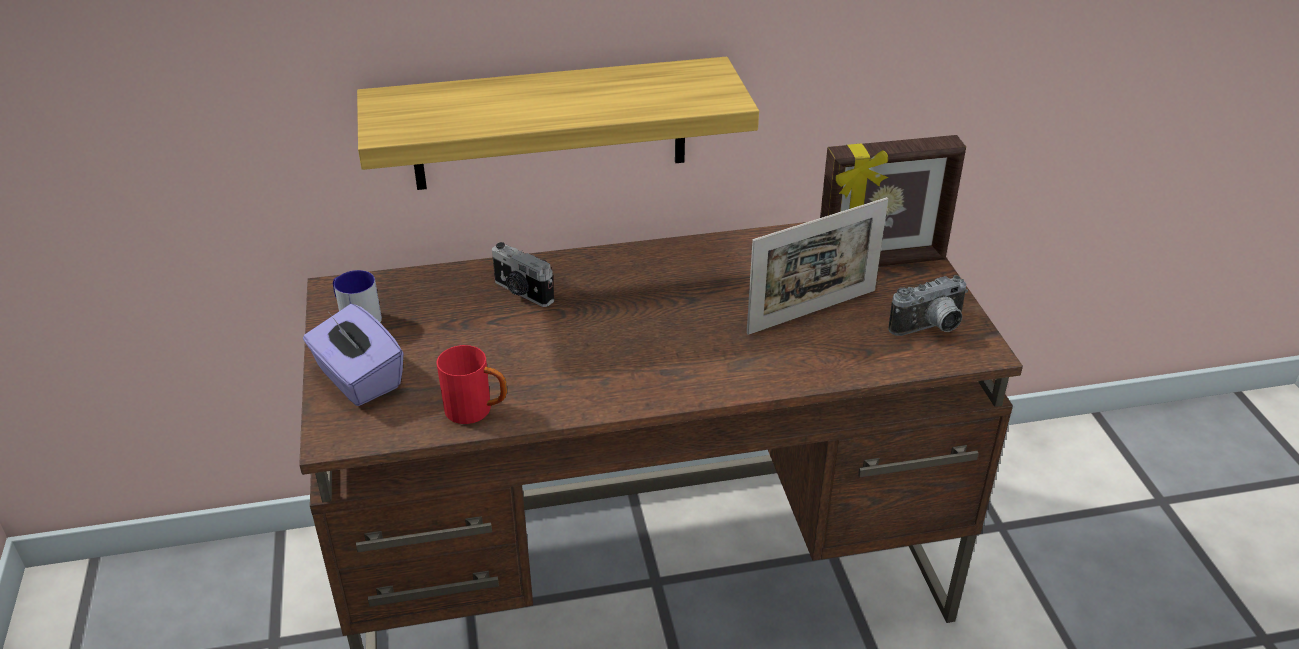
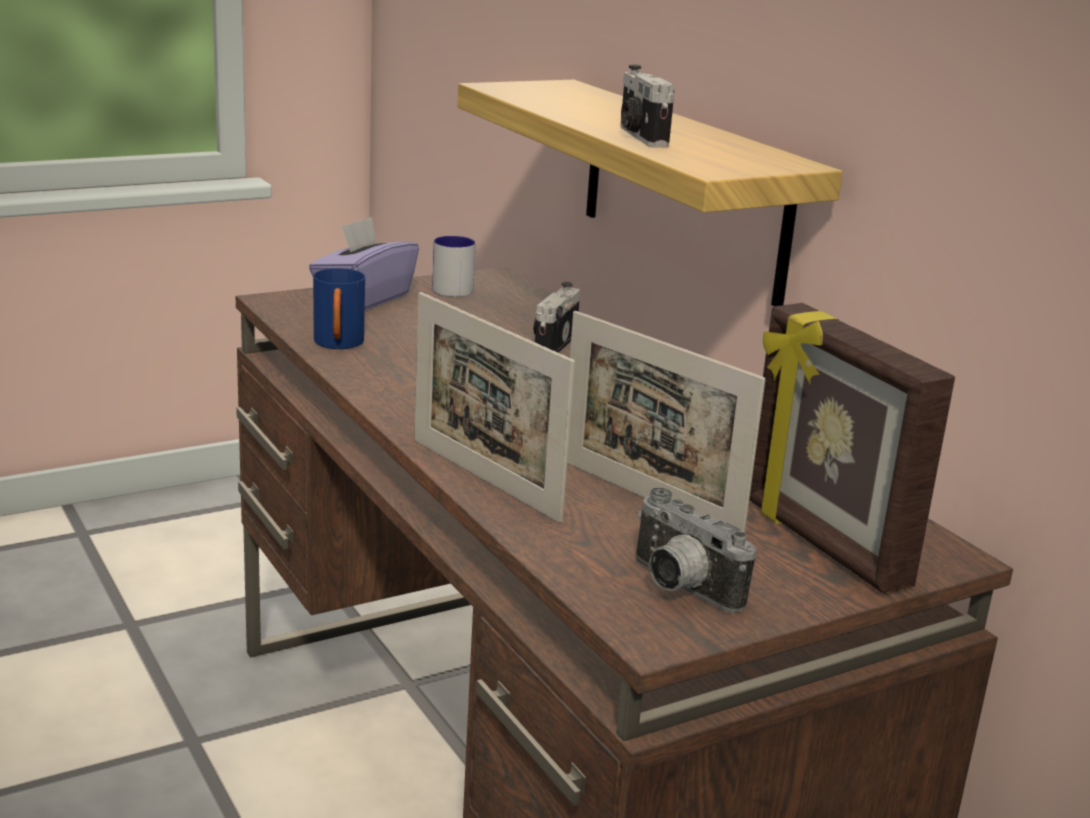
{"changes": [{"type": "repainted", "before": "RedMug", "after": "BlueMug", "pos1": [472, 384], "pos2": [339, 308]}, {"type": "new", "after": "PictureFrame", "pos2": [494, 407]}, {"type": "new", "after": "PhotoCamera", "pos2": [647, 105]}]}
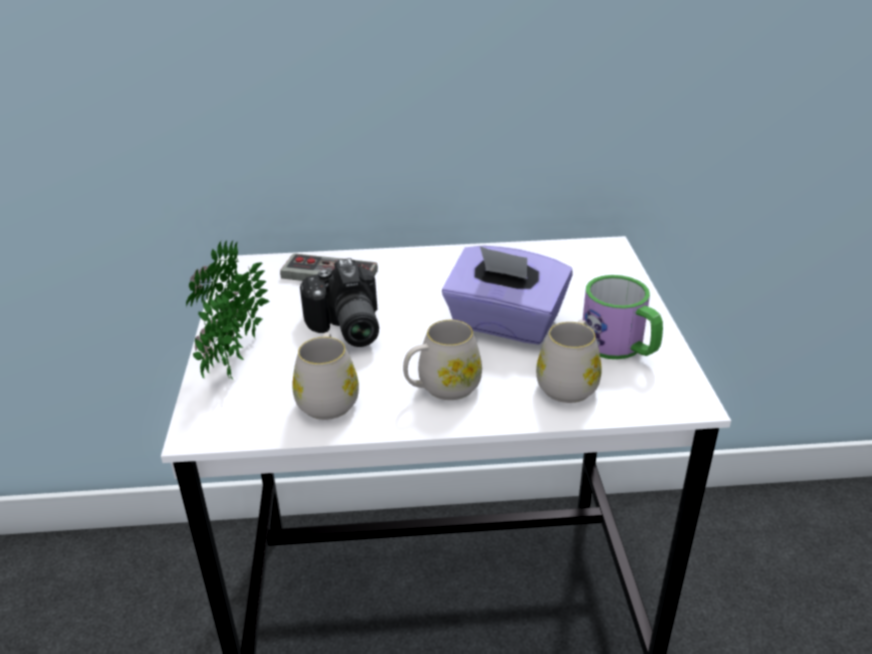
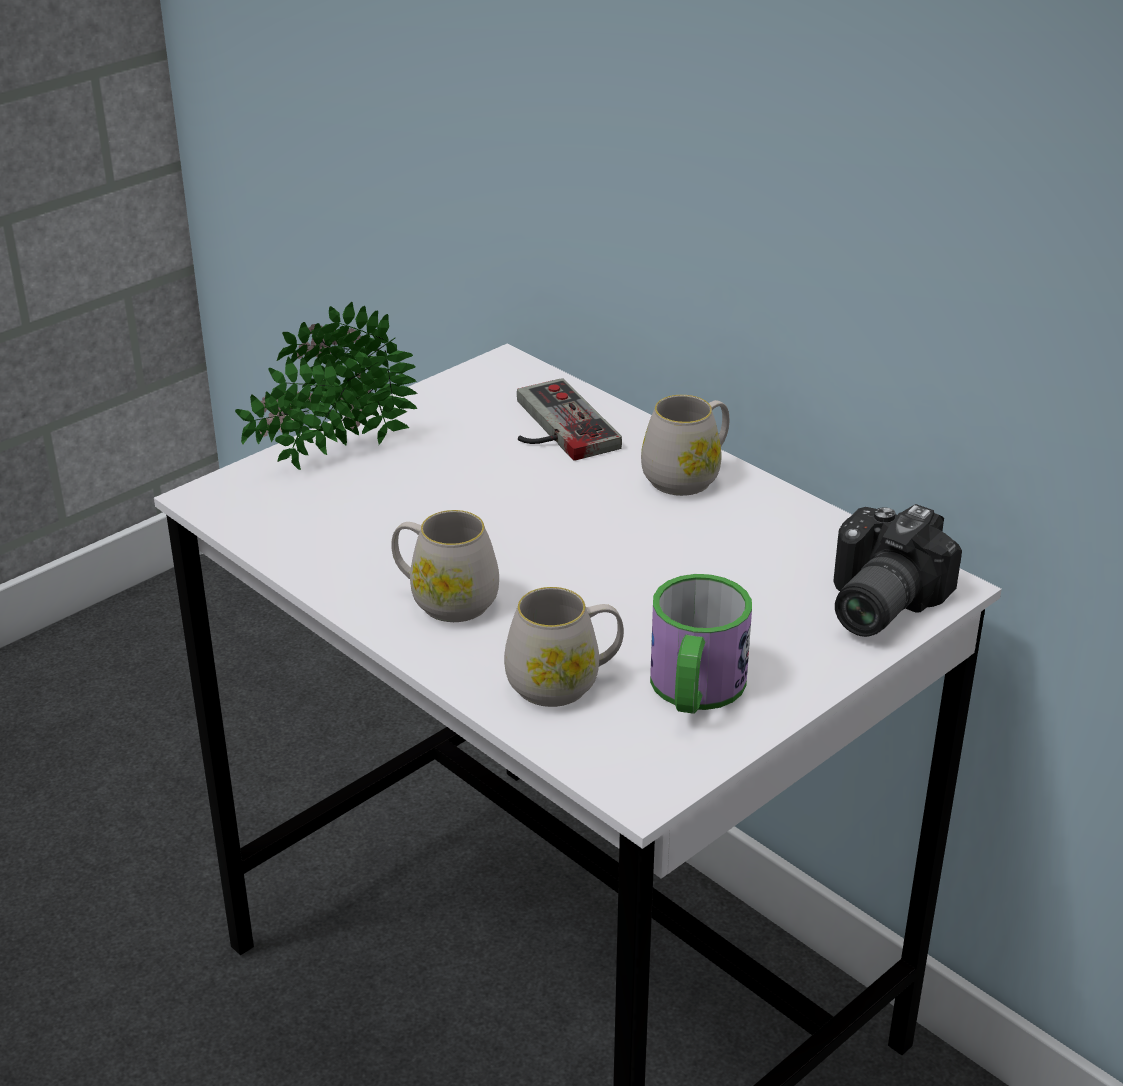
{"changes": [{"type": "shifted", "before": "WhiteMug", "pos1": [325, 376], "pos2": [685, 445]}, {"type": "shifted", "before": "PhotoCamera", "pos1": [339, 302], "pos2": [898, 570]}, {"type": "gone", "before": "PurpleTissueBox", "pos1": [507, 295]}]}
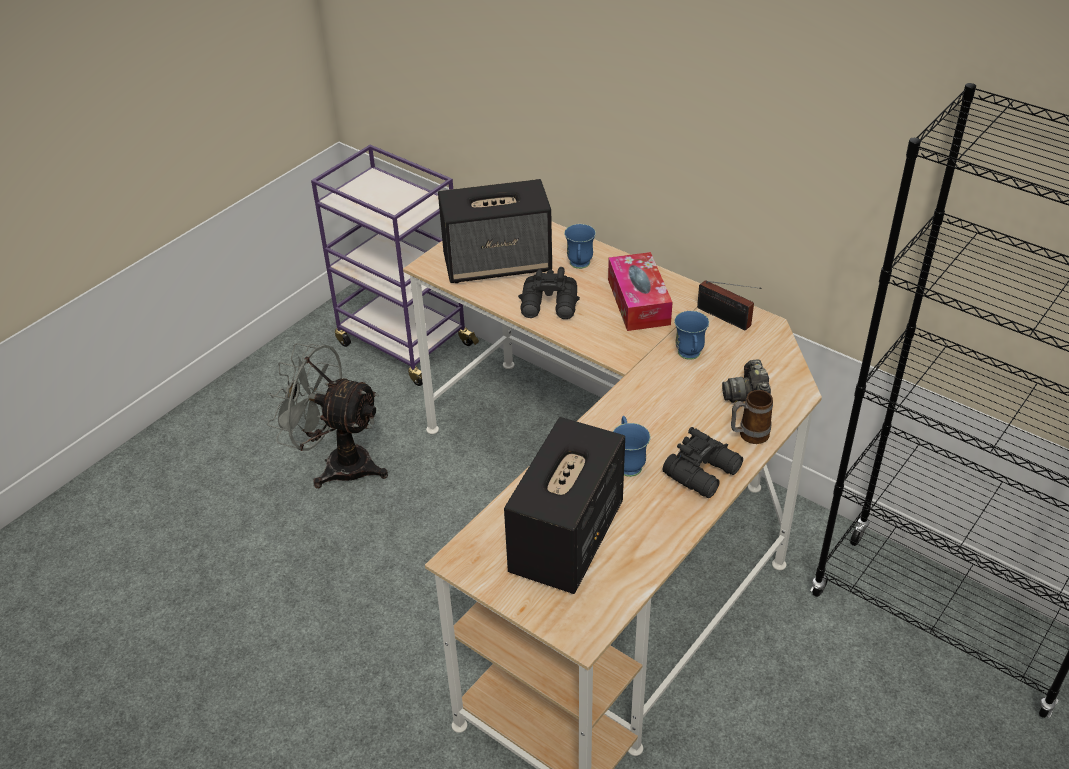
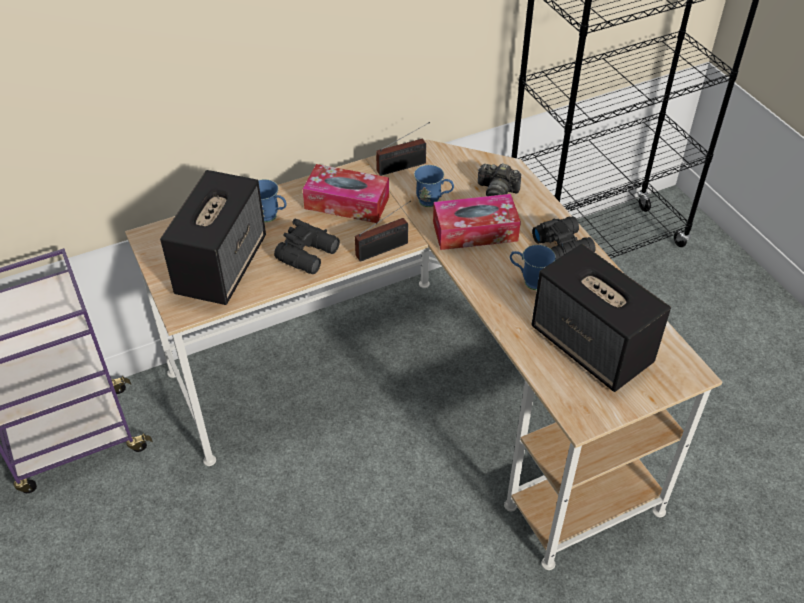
{"changes": [{"type": "new", "after": "Radio", "pos2": [383, 231]}, {"type": "new", "after": "TissueBox", "pos2": [477, 222]}, {"type": "gone", "before": "GreyFan", "pos1": [327, 415]}, {"type": "gone", "before": "Mug", "pos1": [752, 417]}]}
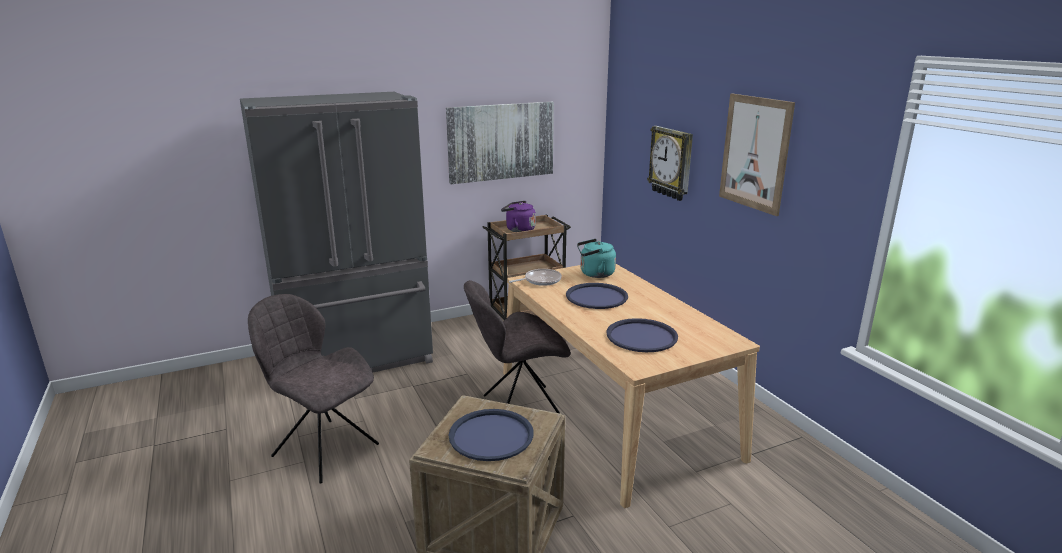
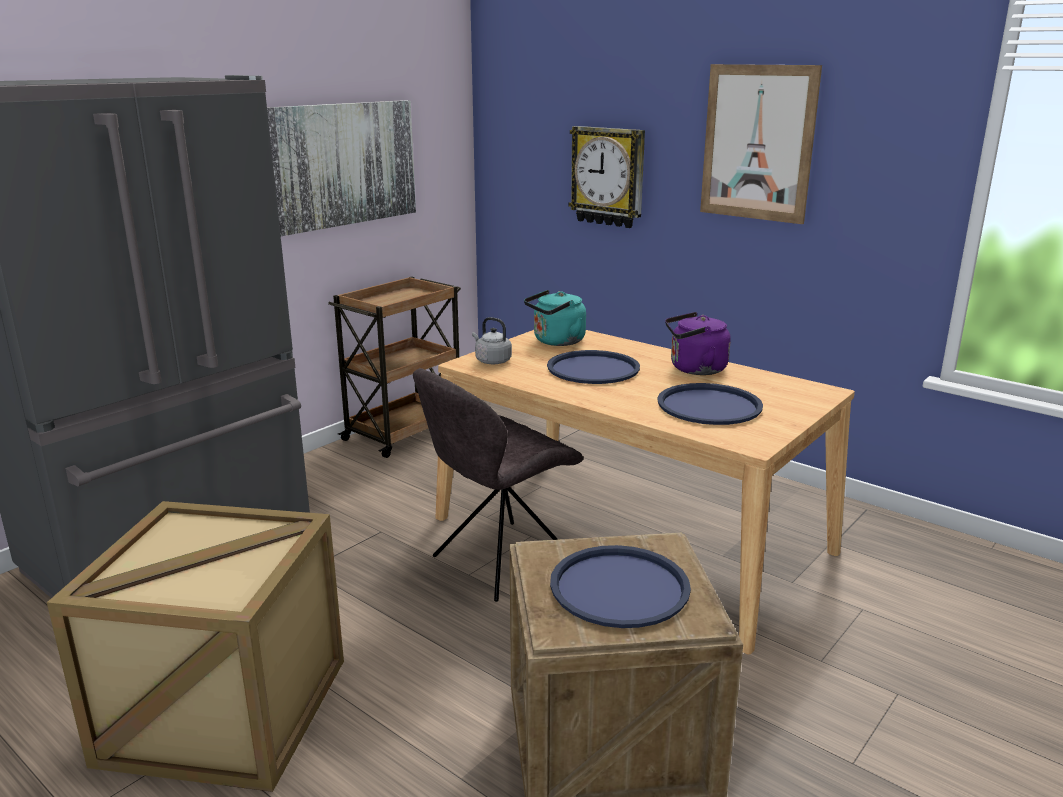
{"changes": [{"type": "swapped", "before": "GreyChair", "after": "Crate", "pos1": [313, 389], "pos2": [195, 646]}, {"type": "swapped", "before": "FryingPan", "after": "GreyKettle", "pos1": [535, 277], "pos2": [492, 340]}, {"type": "shifted", "before": "PurpleKettle", "pos1": [518, 216], "pos2": [698, 343]}]}
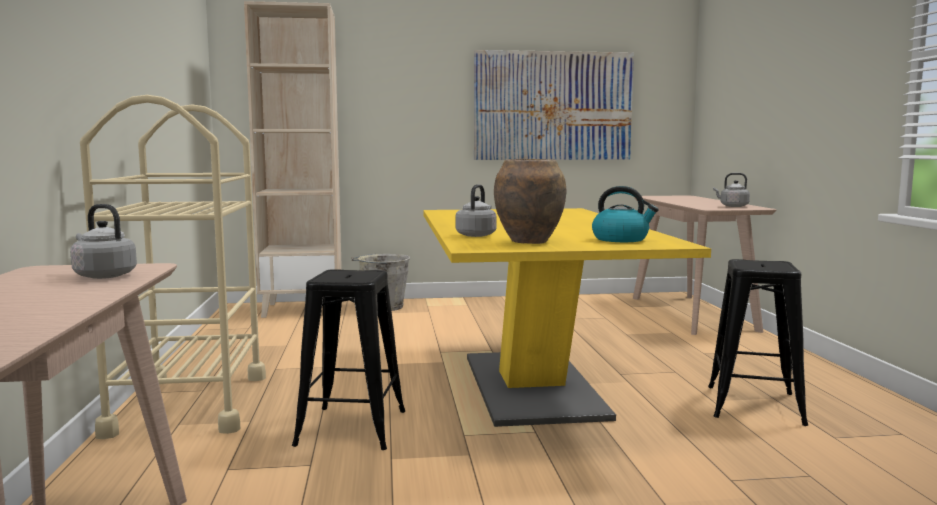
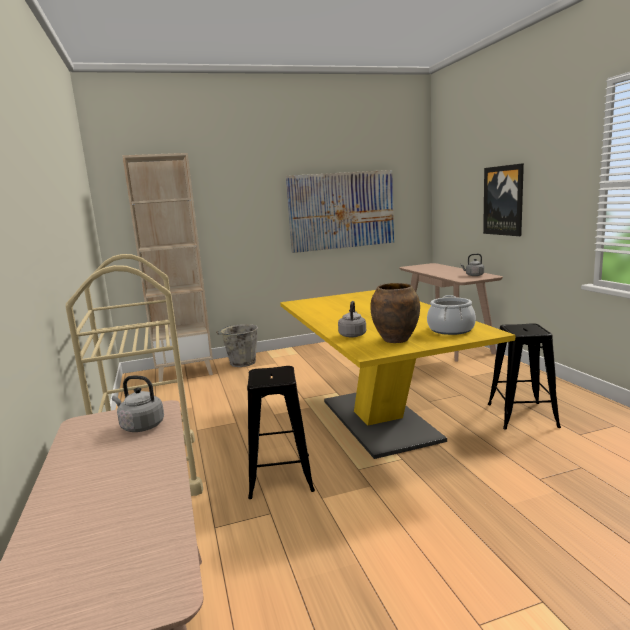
{"changes": [{"type": "swapped", "before": "Kettle", "after": "CookingPot", "pos1": [625, 214], "pos2": [451, 315]}, {"type": "new", "after": "Picture", "pos2": [503, 199]}]}
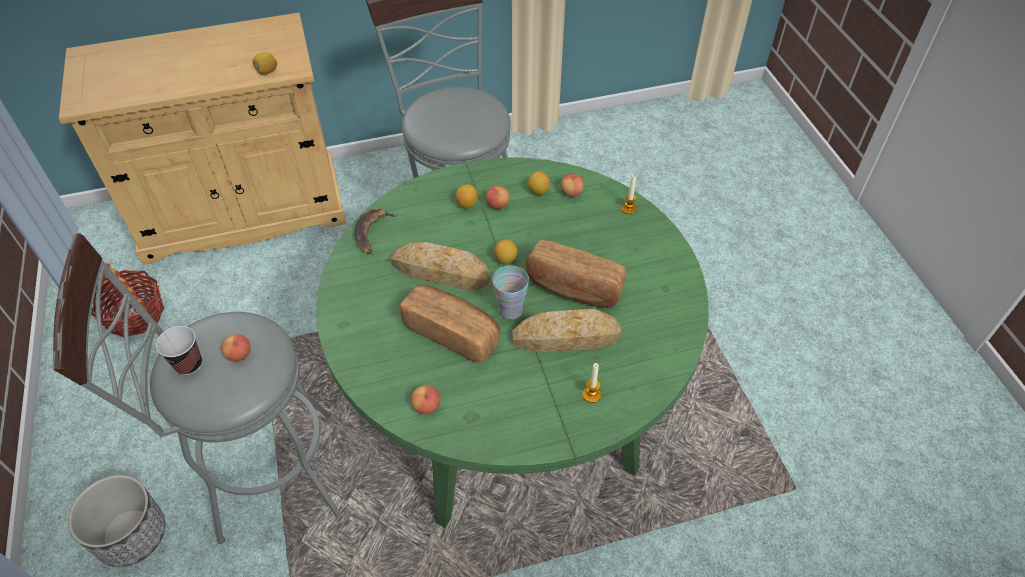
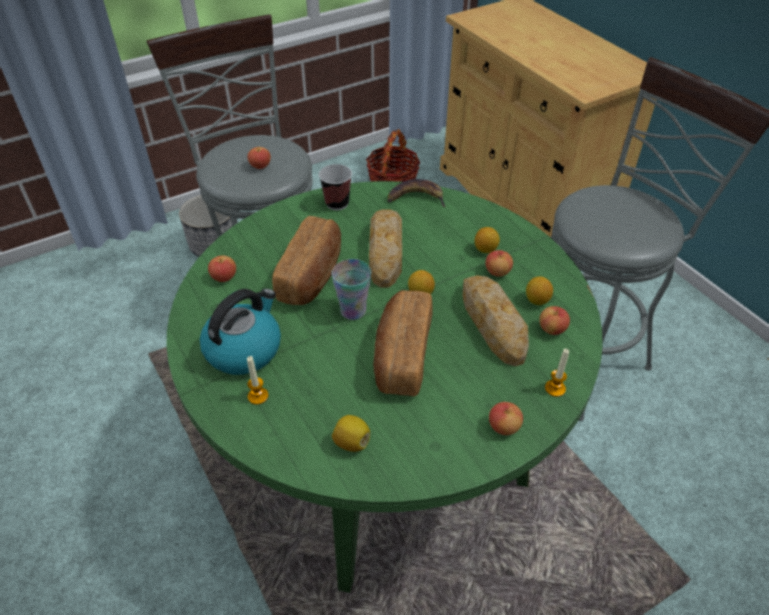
{"changes": [{"type": "new", "after": "Kettle", "pos2": [240, 332]}, {"type": "shifted", "before": "Cup", "pos1": [179, 350], "pos2": [335, 187]}, {"type": "shifted", "before": "Lemon", "pos1": [264, 63], "pos2": [351, 433]}, {"type": "shifted", "before": "Bread", "pos1": [566, 331], "pos2": [496, 320]}, {"type": "new", "after": "Apple", "pos2": [506, 418]}]}
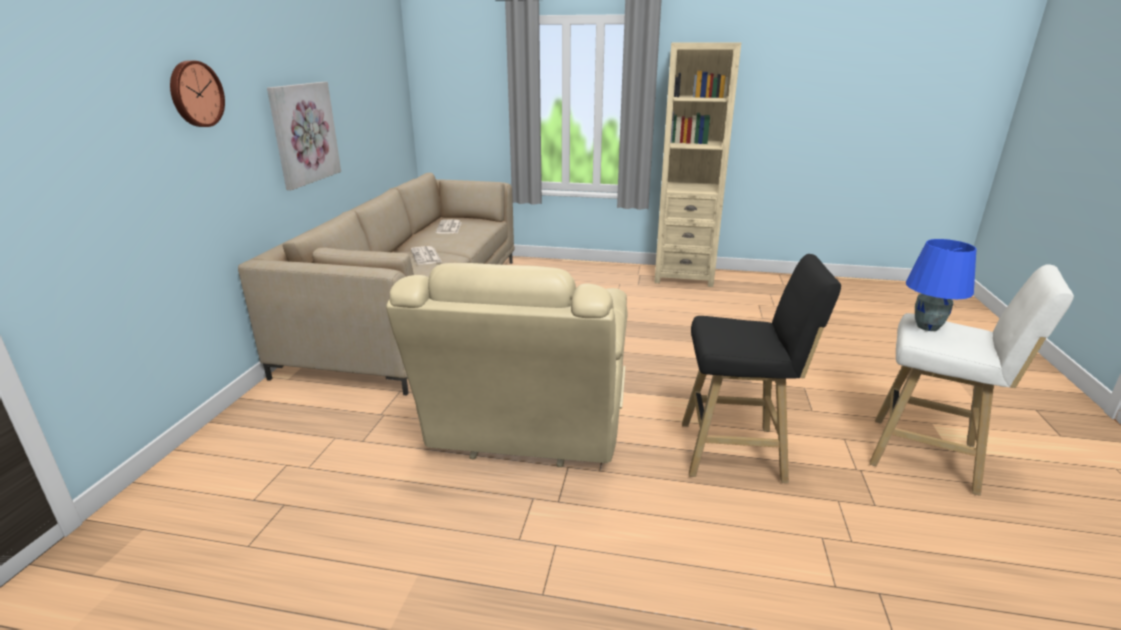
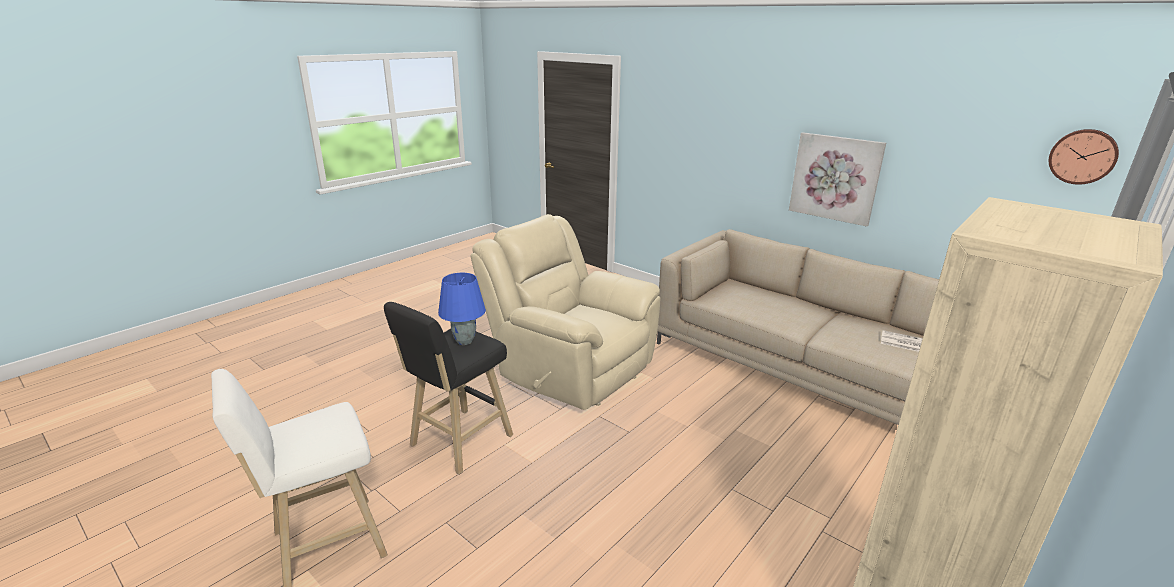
{"changes": [{"type": "shifted", "before": "BlueTableLamp", "pos1": [941, 285], "pos2": [462, 309]}, {"type": "shifted", "before": "WallClock", "pos1": [197, 94], "pos2": [1084, 157]}, {"type": "gone", "before": "Newspaper", "pos1": [426, 255]}]}
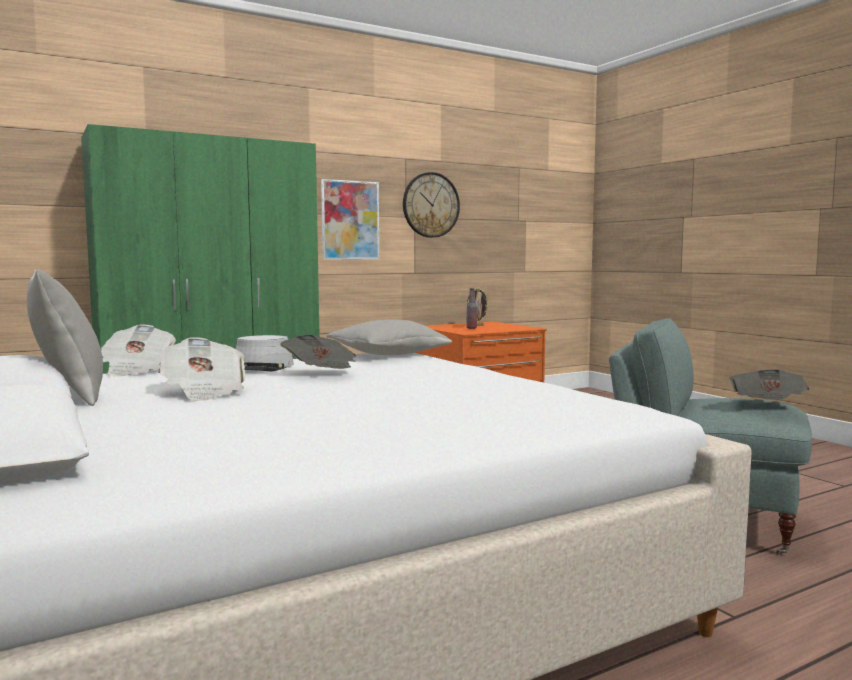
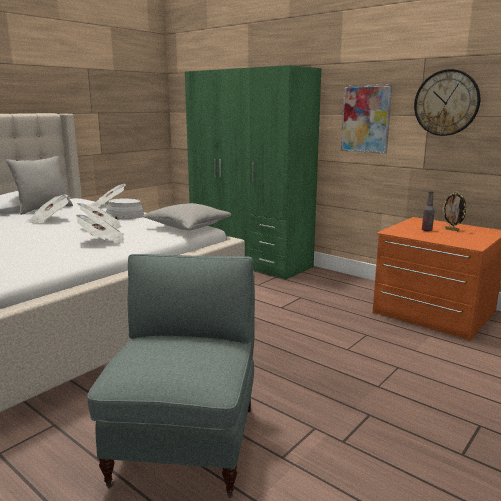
{"changes": [{"type": "shifted", "before": "Newspaper", "pos1": [769, 384], "pos2": [100, 229]}]}
